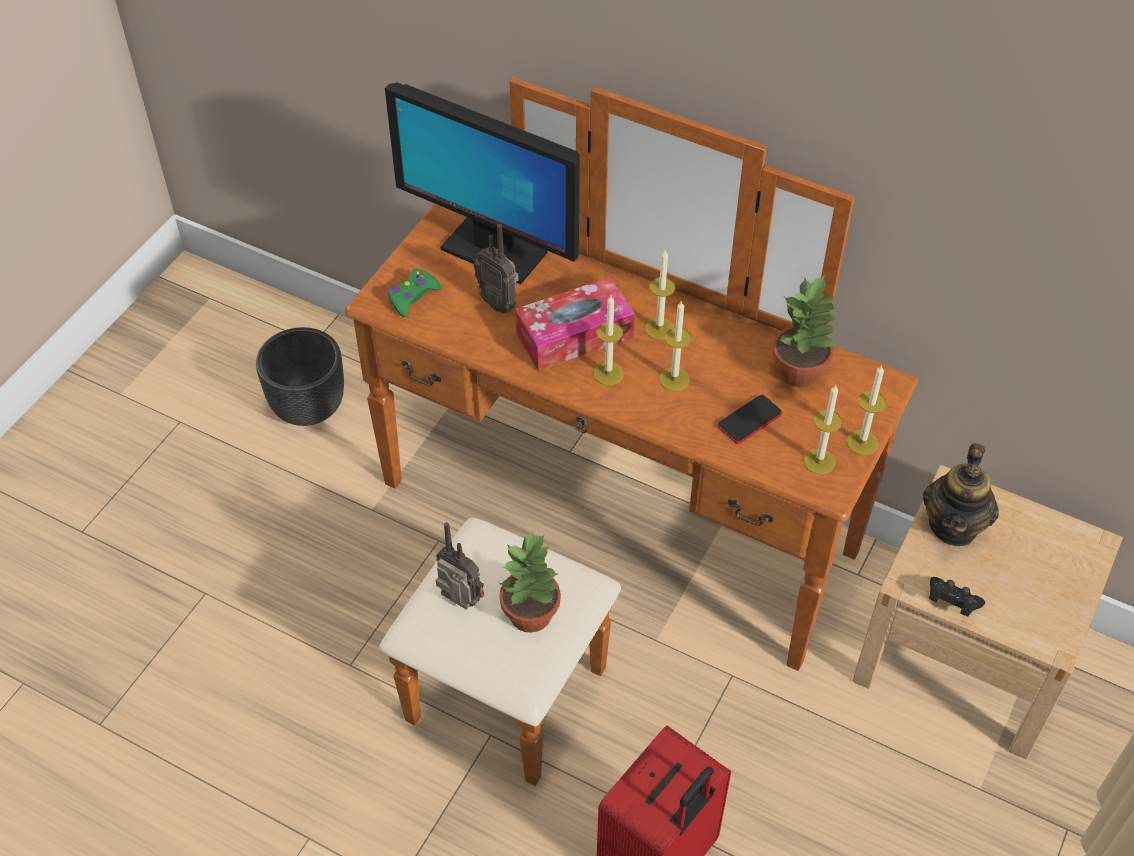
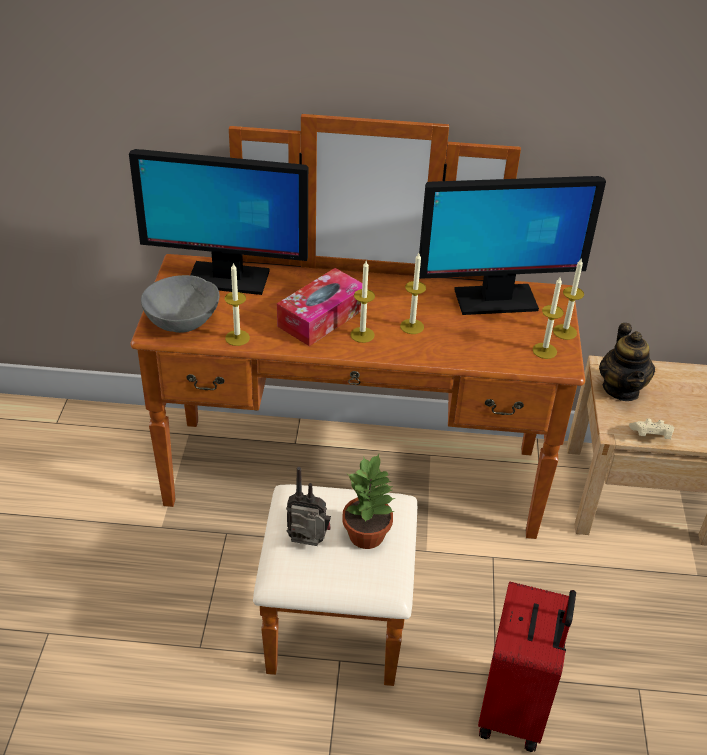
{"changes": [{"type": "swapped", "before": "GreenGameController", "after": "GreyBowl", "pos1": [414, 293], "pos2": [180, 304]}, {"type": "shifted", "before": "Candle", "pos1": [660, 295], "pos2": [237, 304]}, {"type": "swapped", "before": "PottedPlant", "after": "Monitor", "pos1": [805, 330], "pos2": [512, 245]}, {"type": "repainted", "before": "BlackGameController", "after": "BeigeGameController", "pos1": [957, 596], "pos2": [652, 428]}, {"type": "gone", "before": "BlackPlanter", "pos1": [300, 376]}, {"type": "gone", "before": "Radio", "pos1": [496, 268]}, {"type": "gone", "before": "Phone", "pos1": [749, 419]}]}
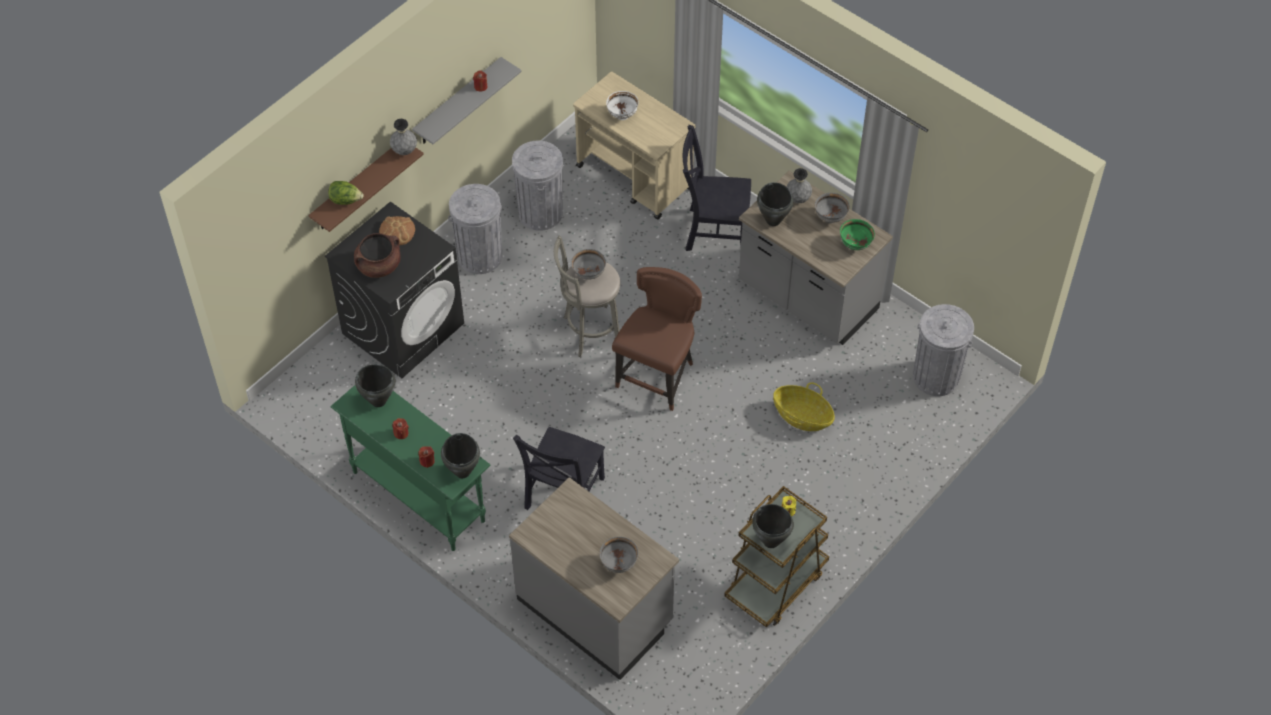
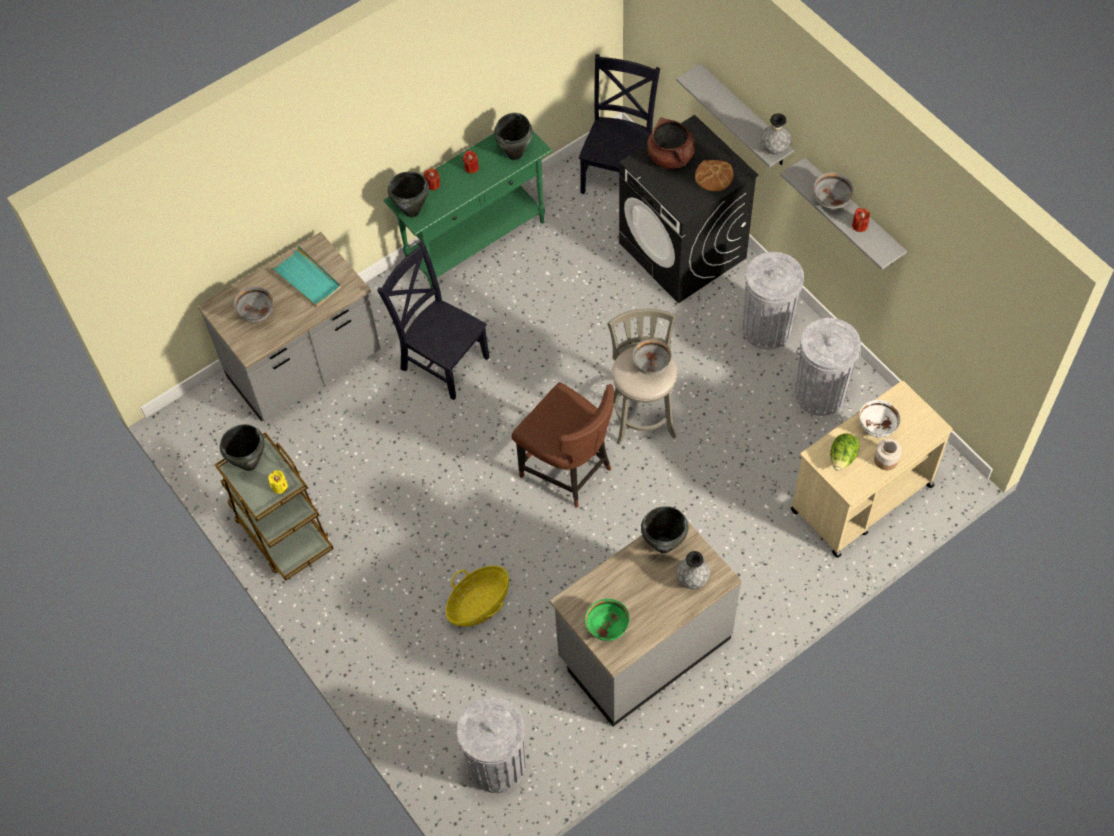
{"changes": [{"type": "new", "after": "TurquoiseTray", "pos2": [305, 276]}, {"type": "shifted", "before": "BlackChair", "pos1": [716, 188], "pos2": [619, 124]}, {"type": "repainted", "before": "BrownShelf", "after": "GreyShelf", "pos1": [366, 190], "pos2": [735, 116]}, {"type": "shifted", "before": "GreyBowl", "pos1": [832, 208], "pos2": [834, 190]}, {"type": "shifted", "before": "Lettuce", "pos1": [346, 193], "pos2": [845, 452]}, {"type": "new", "after": "Jar", "pos2": [888, 454]}]}
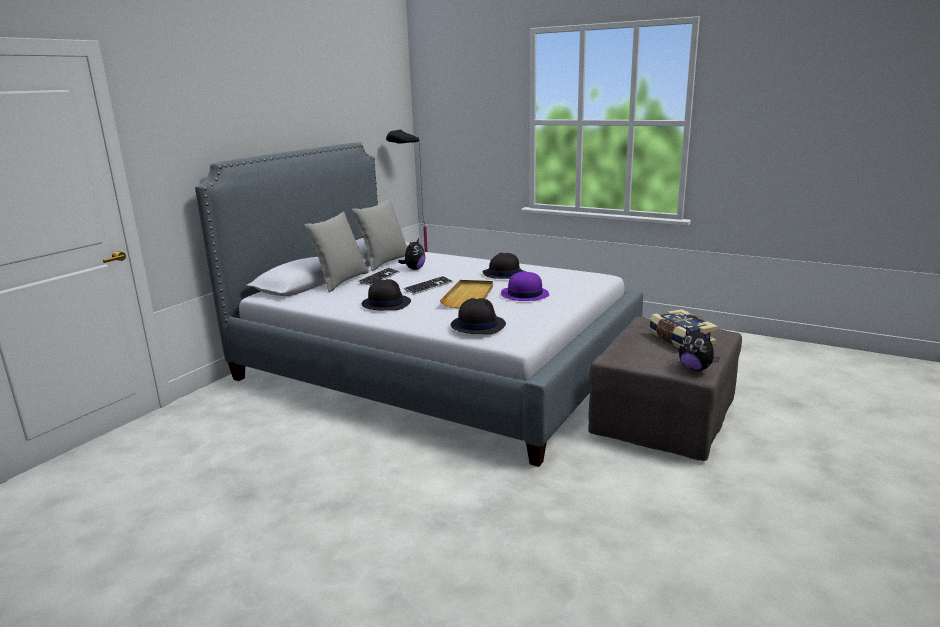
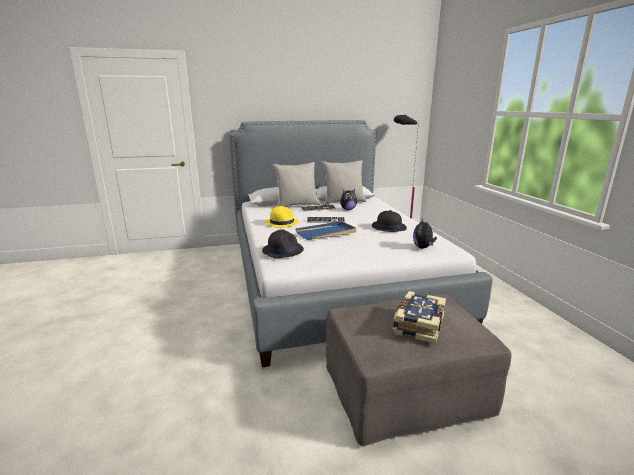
{"changes": [{"type": "repainted", "before": "BlackHat", "after": "YellowHat", "pos1": [386, 294], "pos2": [282, 217]}, {"type": "repainted", "before": "BeigeTray", "after": "BlueTray", "pos1": [466, 294], "pos2": [325, 230]}, {"type": "shifted", "before": "PlushToy", "pos1": [699, 349], "pos2": [425, 234]}, {"type": "gone", "before": "PurpleHat", "pos1": [525, 286]}]}
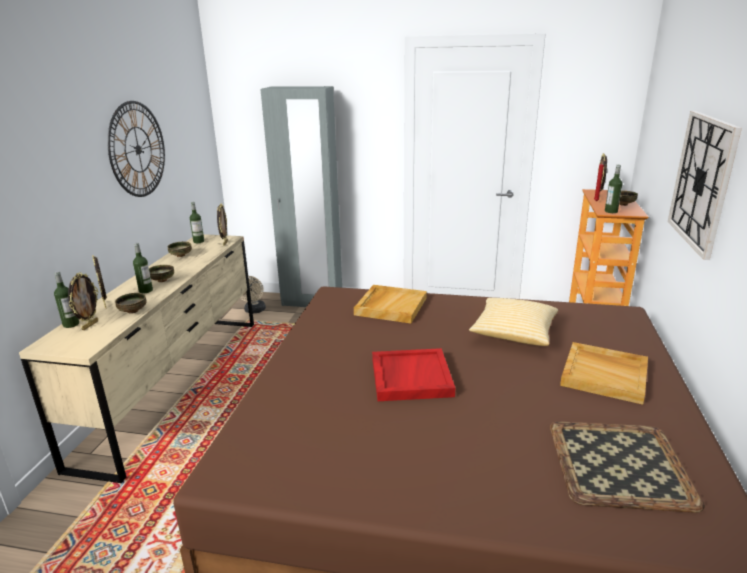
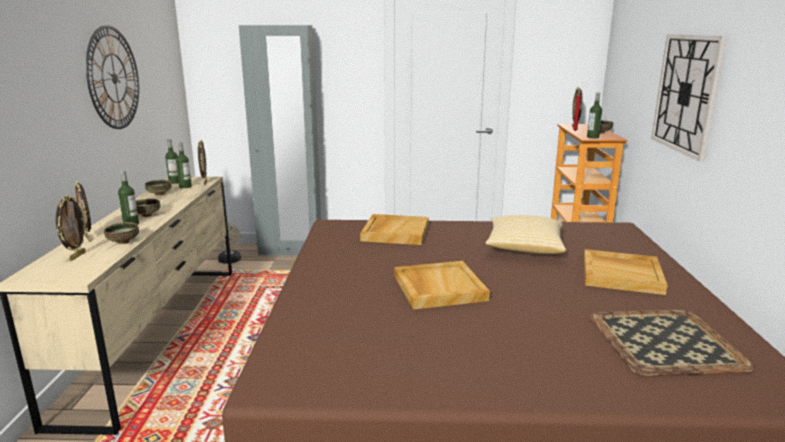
{"changes": [{"type": "shifted", "before": "Bottle", "pos1": [66, 299], "pos2": [184, 165]}, {"type": "repainted", "before": "RedTray", "after": "BeigeTray", "pos1": [413, 374], "pos2": [442, 285]}]}
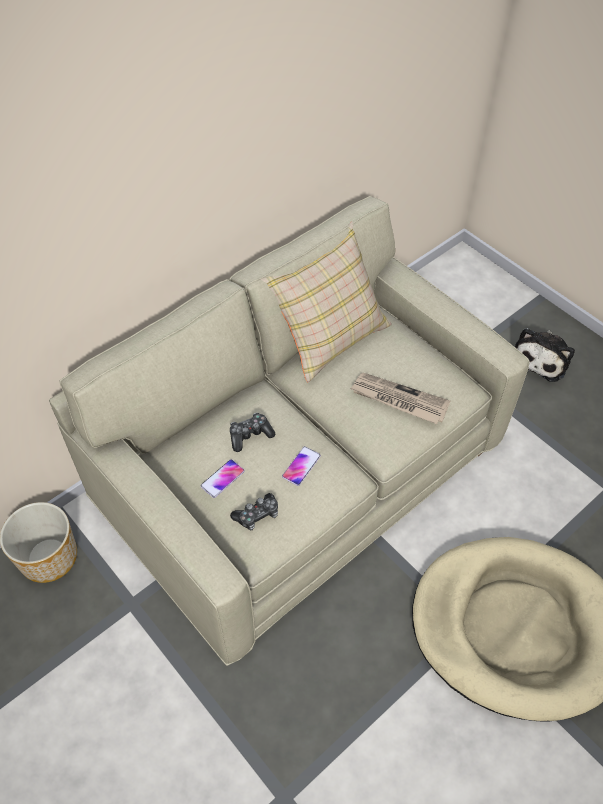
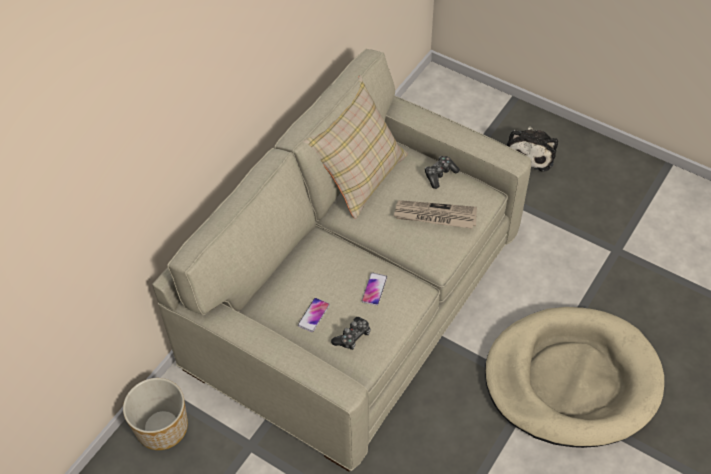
{"changes": [{"type": "shifted", "before": "GameController", "pos1": [252, 432], "pos2": [442, 172]}]}
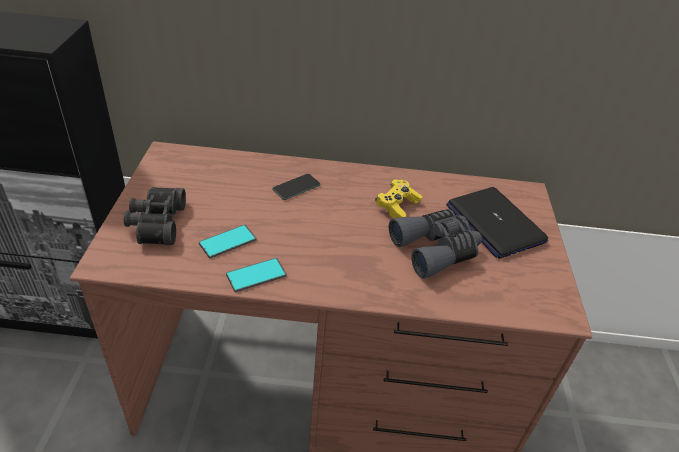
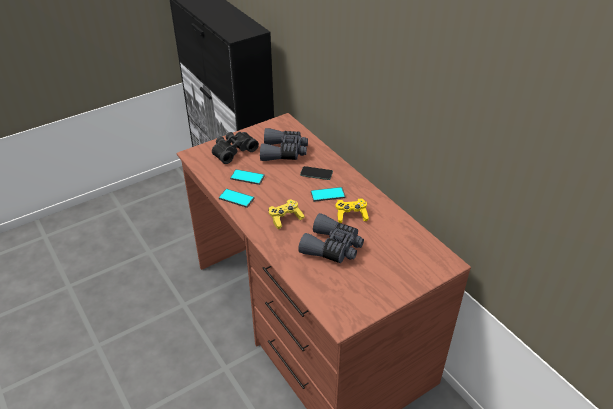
{"changes": [{"type": "new", "after": "GreyBinoculars", "pos2": [284, 144]}, {"type": "new", "after": "YellowGameController", "pos2": [286, 214]}, {"type": "new", "after": "Phone", "pos2": [328, 194]}, {"type": "gone", "before": "Laptop", "pos1": [497, 223]}]}
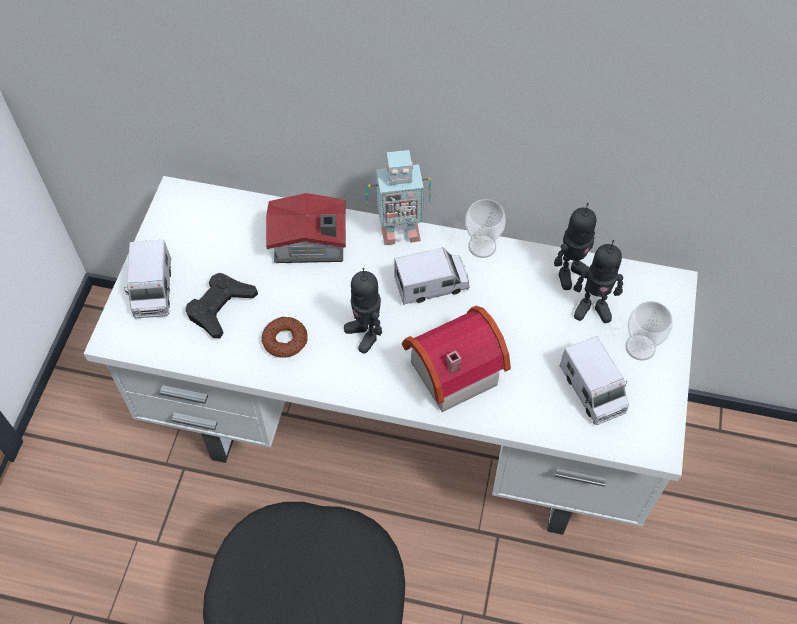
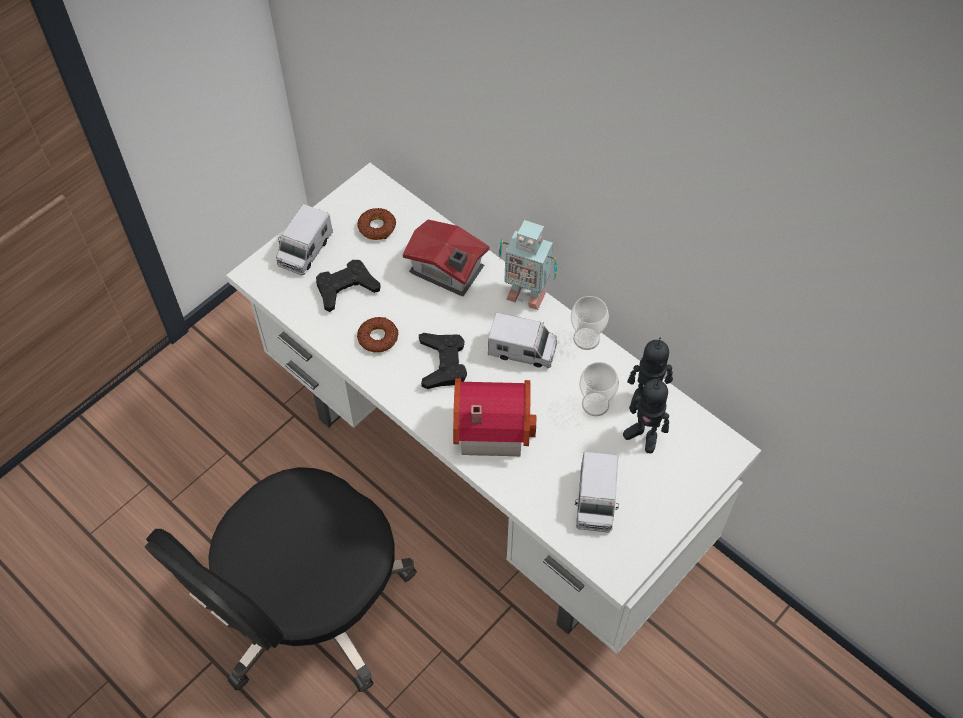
{"changes": [{"type": "new", "after": "Donut", "pos2": [376, 224]}, {"type": "swapped", "before": "ToyRobot", "after": "BlackGameController", "pos1": [363, 311], "pos2": [443, 361]}, {"type": "shifted", "before": "Cup", "pos1": [648, 331], "pos2": [599, 389]}]}
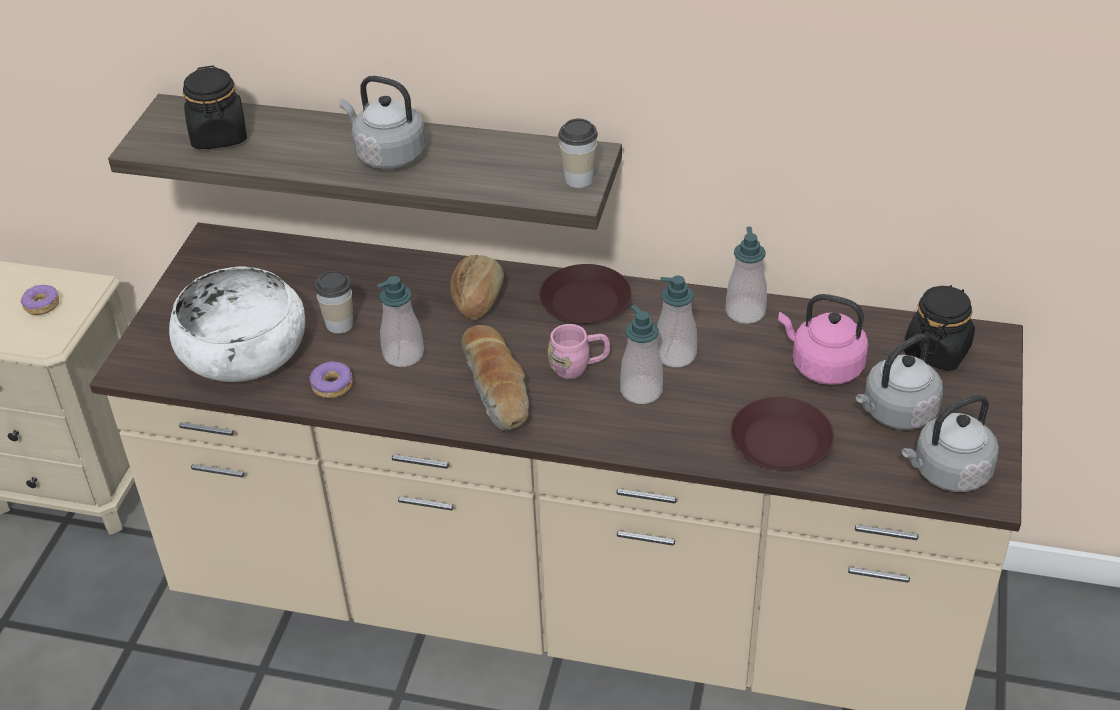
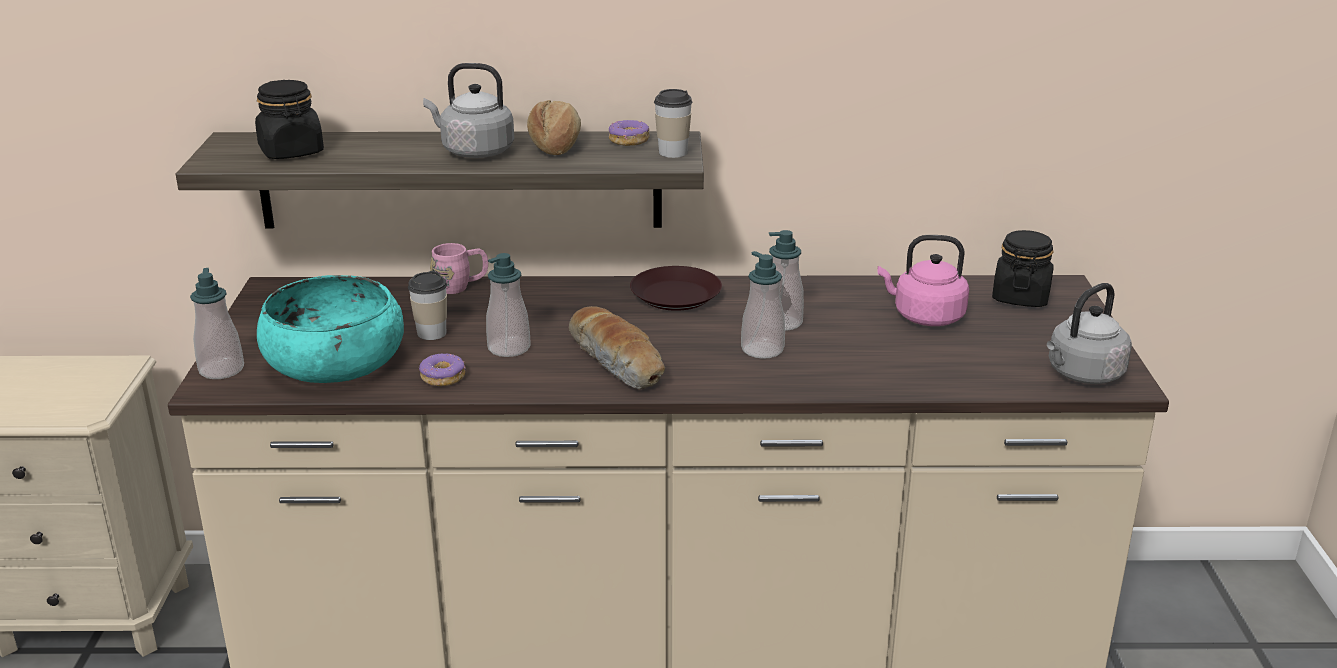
{"changes": [{"type": "shifted", "before": "SoapDispenser", "pos1": [746, 275], "pos2": [217, 323]}, {"type": "repainted", "before": "WhiteBowl", "after": "TurquoiseBowl", "pos1": [237, 324], "pos2": [330, 329]}, {"type": "shifted", "before": "PinkMug", "pos1": [579, 351], "pos2": [459, 268]}, {"type": "shifted", "before": "Bread", "pos1": [477, 287], "pos2": [554, 127]}, {"type": "shifted", "before": "Donut", "pos1": [40, 299], "pos2": [629, 133]}, {"type": "gone", "before": "BrownPlate", "pos1": [782, 433]}, {"type": "gone", "before": "GreyKettle", "pos1": [899, 382]}]}
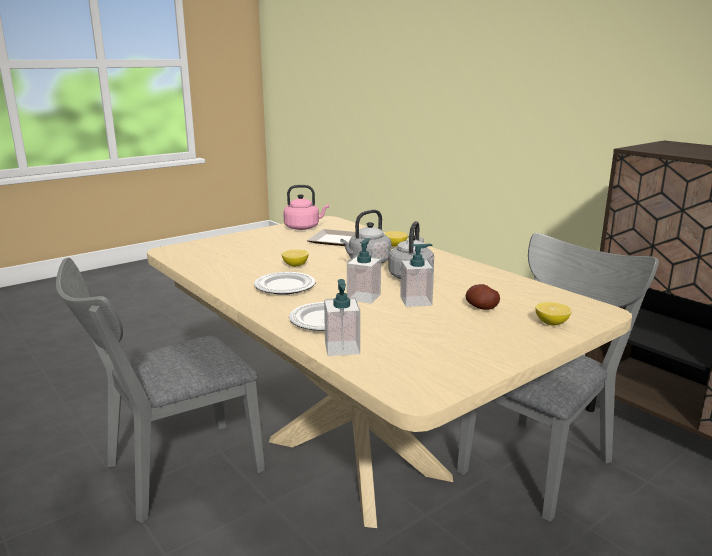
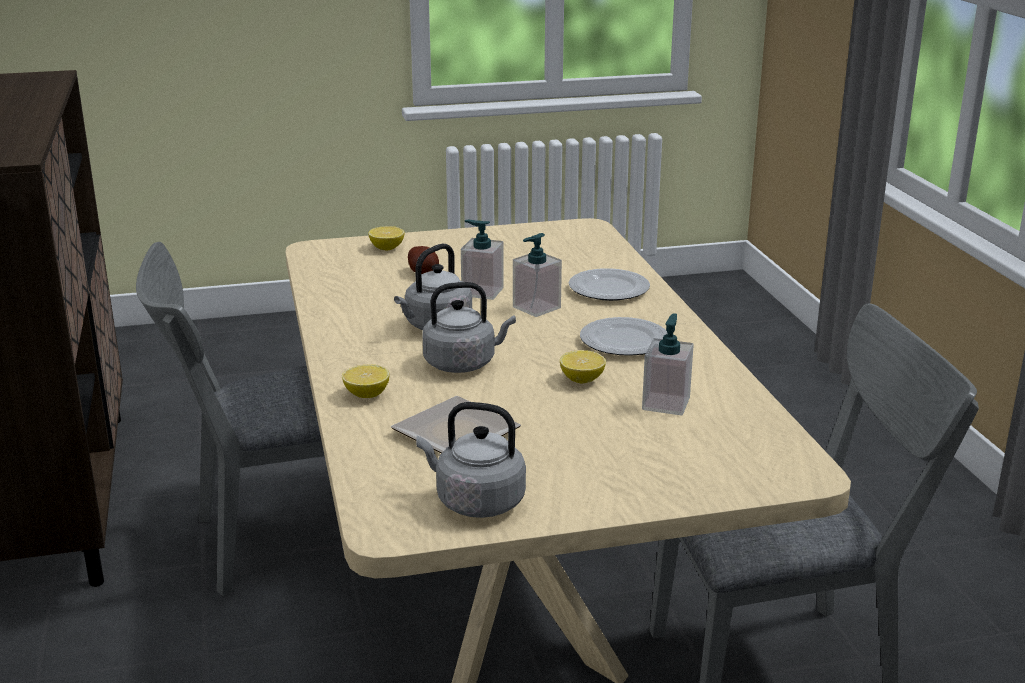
{"changes": [{"type": "repainted", "before": "PinkKettle", "after": "GreyKettle", "pos1": [306, 207], "pos2": [471, 460]}, {"type": "shifted", "before": "SoapDispenser", "pos1": [342, 317], "pos2": [668, 364]}]}
